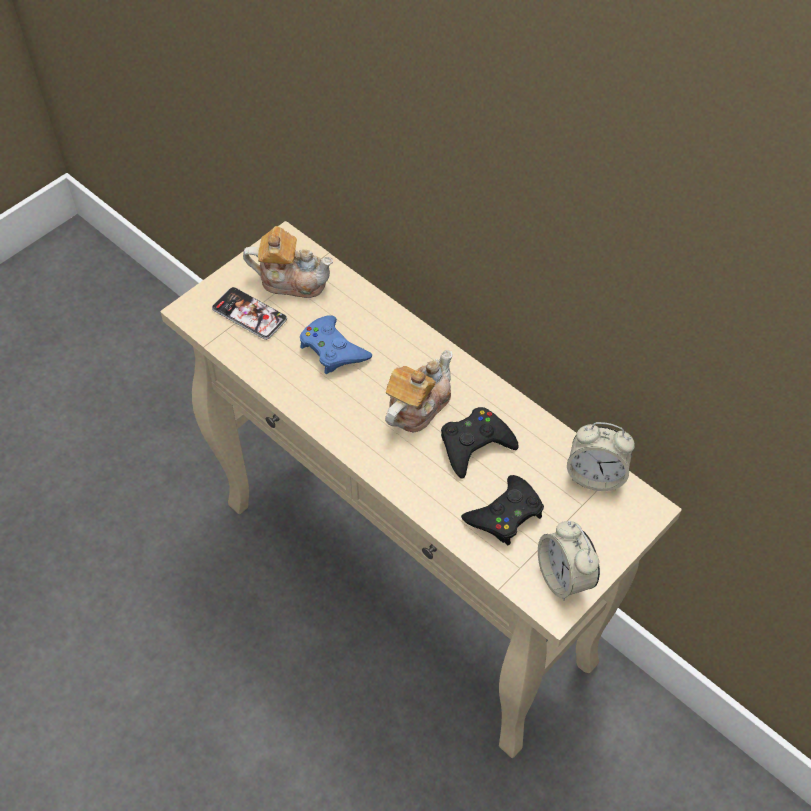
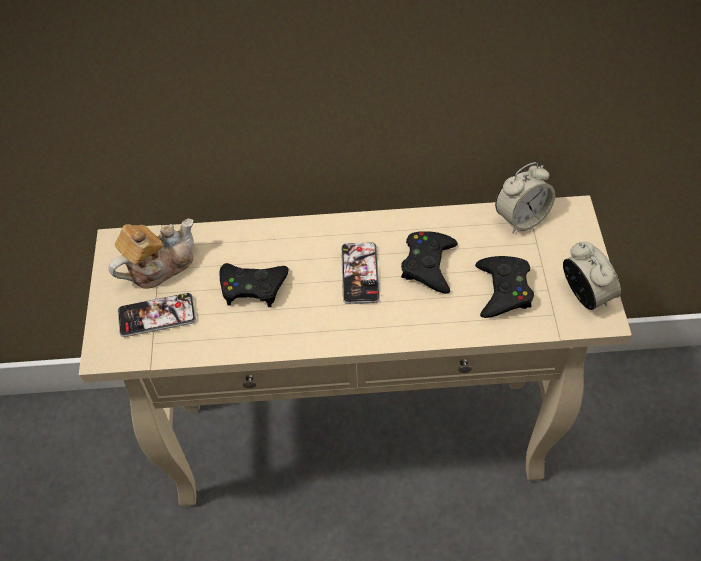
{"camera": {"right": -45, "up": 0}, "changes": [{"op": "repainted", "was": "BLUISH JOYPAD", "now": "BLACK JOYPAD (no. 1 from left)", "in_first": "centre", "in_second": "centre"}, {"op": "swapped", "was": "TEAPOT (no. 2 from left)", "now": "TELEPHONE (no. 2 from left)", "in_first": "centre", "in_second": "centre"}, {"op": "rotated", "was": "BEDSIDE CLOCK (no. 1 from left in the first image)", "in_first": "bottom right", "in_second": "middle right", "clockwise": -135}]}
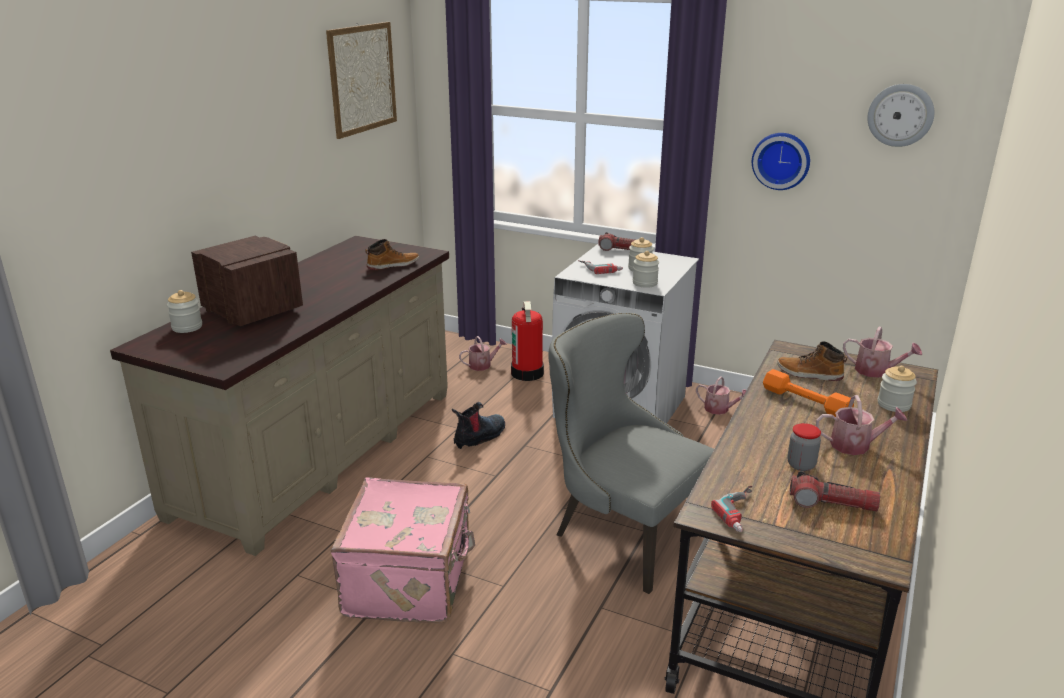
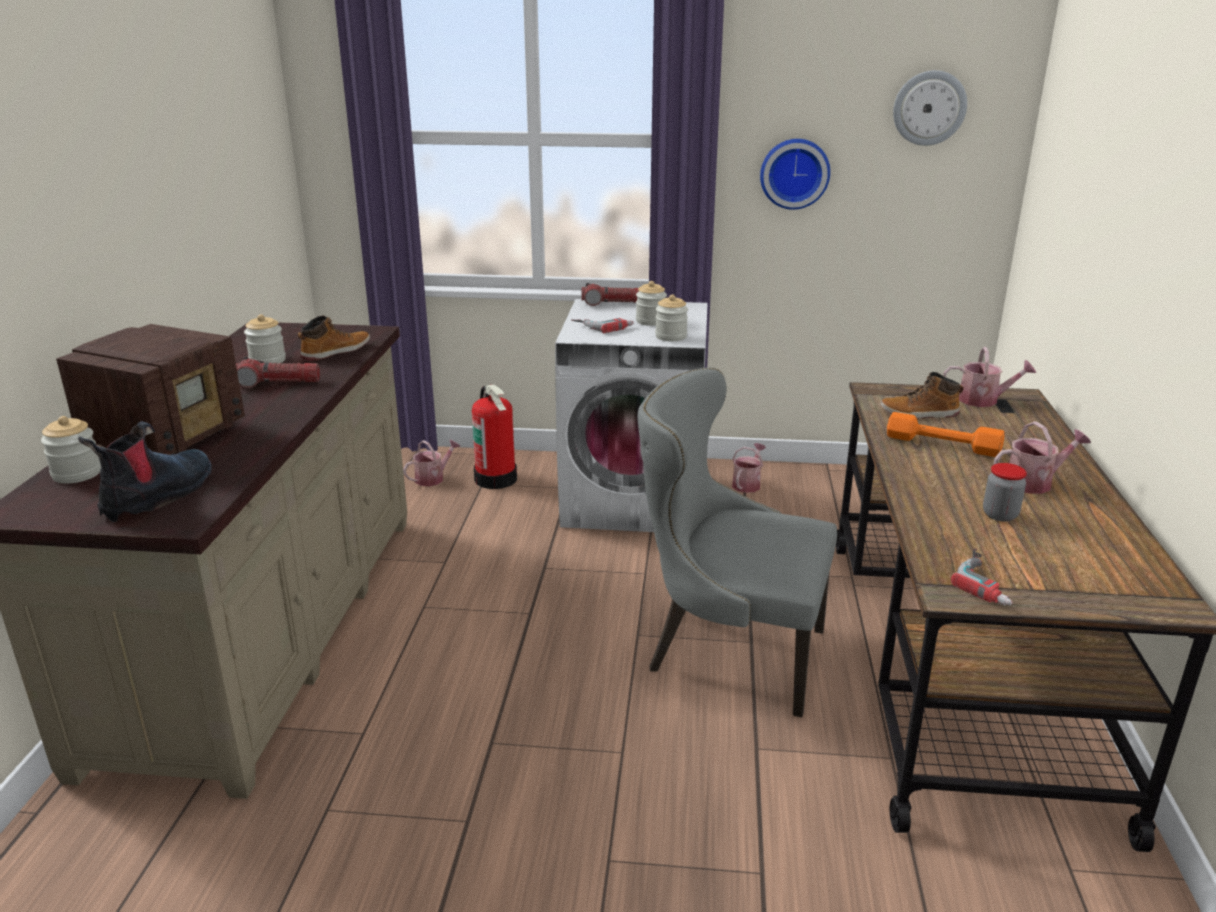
{"camera": {"right": -20, "up": 0}, "changes": [{"op": "gone", "was": "WALL ART", "in_first": "top centre"}, {"op": "rotated", "was": "RADIO SET", "in_first": "middle left", "in_second": "middle left", "clockwise": 90}, {"op": "shifted", "was": "PRESERVE JAR (no. 5 from left in the first image)", "now": "PRESERVE JAR (no. 2 from left)", "in_first": "middle right", "in_second": "middle left"}, {"op": "rotated", "was": "WATERING POT (no. 2 from left)", "in_first": "middle right", "in_second": "centre", "clockwise": -75}, {"op": "shifted", "was": "HIGH-TOP BOOT (no. 2 from left in the first image)", "now": "HIGH-TOP BOOT (no. 1 from left)", "in_first": "centre", "in_second": "middle left"}, {"op": "shifted", "was": "FLASHLIGHT (no. 2 from left in the first image)", "now": "FLASHLIGHT (no. 1 from left)", "in_first": "bottom right", "in_second": "middle left"}, {"op": "gone", "was": "PINK PIECE OF LUGGAGE", "in_first": "bottom centre"}]}
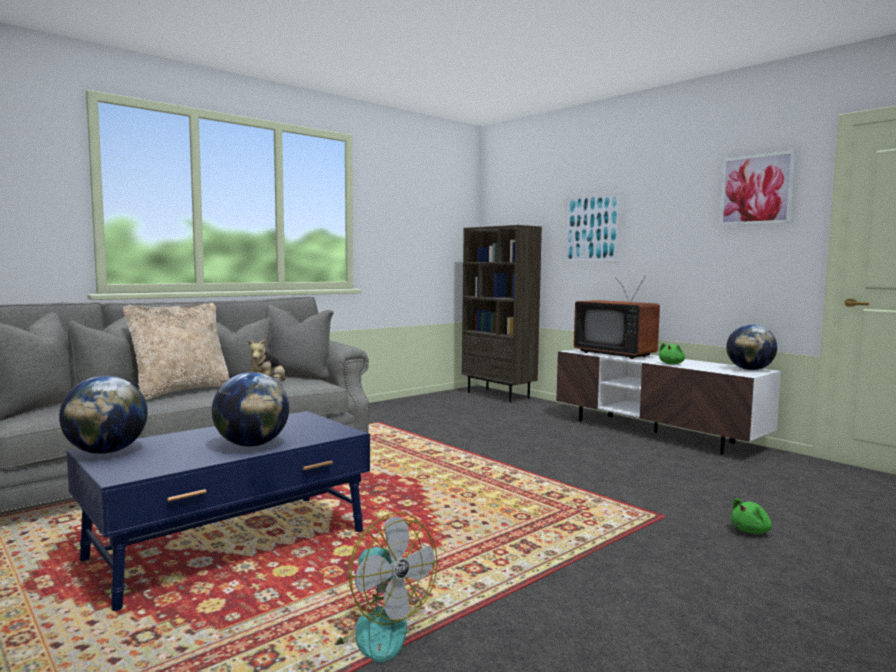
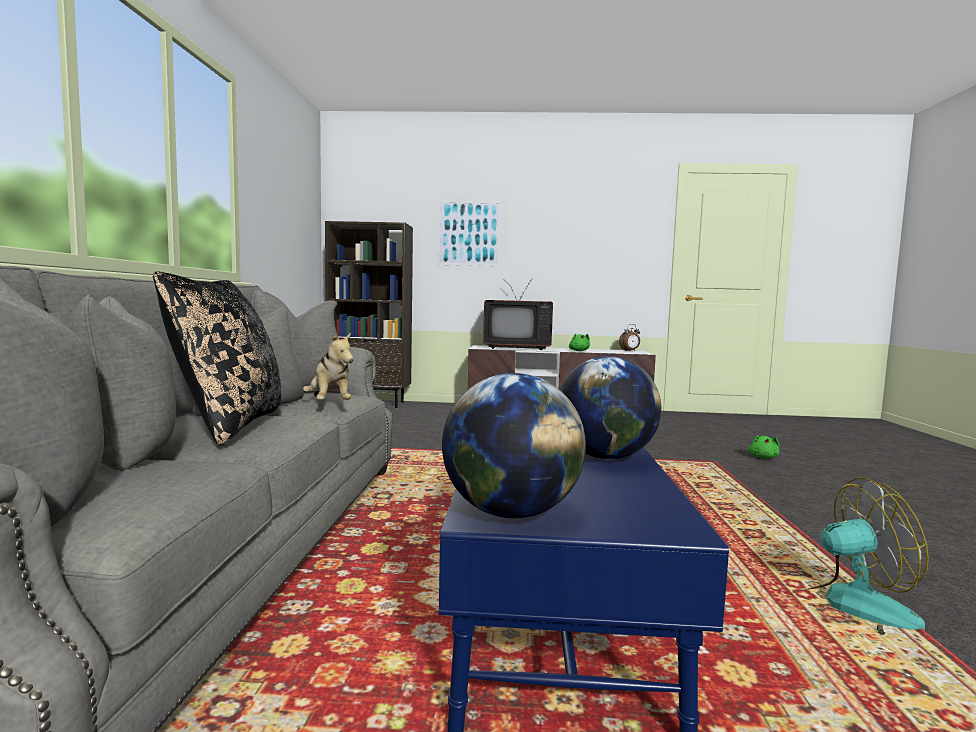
{"camera": {"right": -45, "up": 0}, "changes": [{"op": "gone", "was": "WALL ART (no. 2 from left)", "in_first": "top right"}, {"op": "repainted", "was": "SAND-COLOURED CUSHION", "now": "BLACK CUSHION", "in_first": "middle left", "in_second": "middle left"}, {"op": "swapped", "was": "GLOBE (no. 3 from left)", "now": "BEDSIDE CLOCK", "in_first": "middle right", "in_second": "centre"}]}
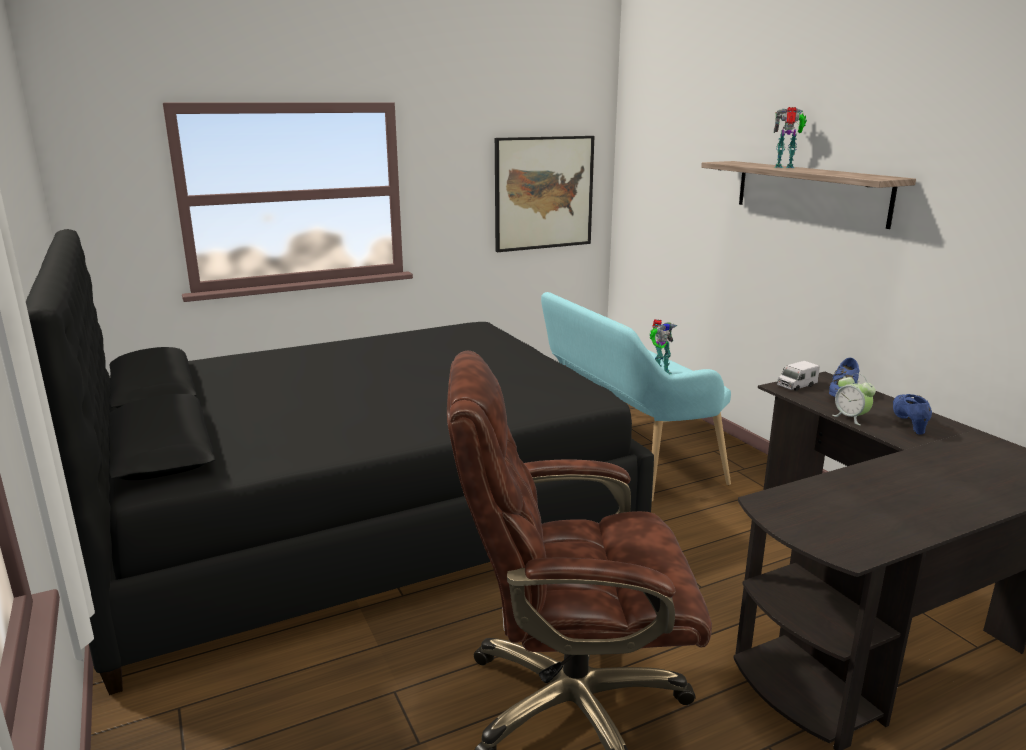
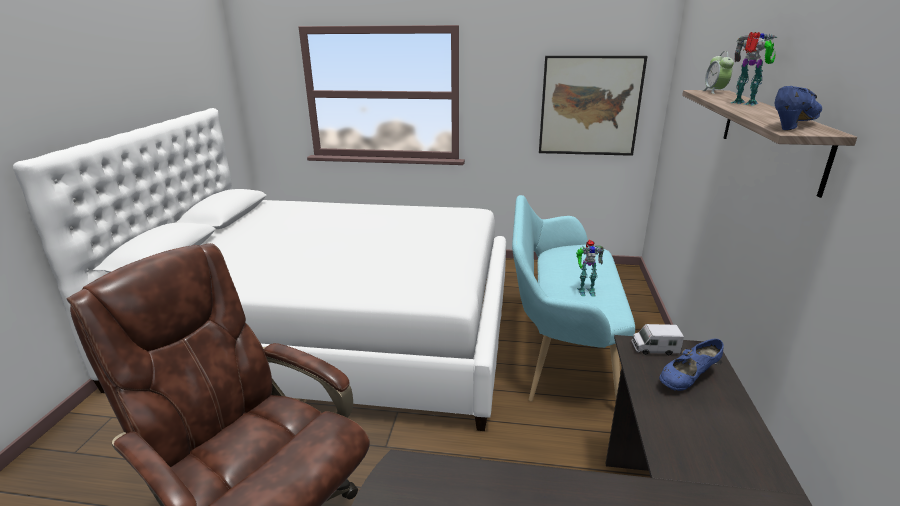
{"camera": {"right": 35, "up": 5}, "changes": [{"op": "repainted", "was": "BLACK SLEEPING BED", "now": "WHITE SLEEPING BED", "in_first": "middle left", "in_second": "middle left"}, {"op": "shifted", "was": "BEDSIDE CLOCK", "in_first": "middle right", "in_second": "top right"}, {"op": "shifted", "was": "BLUISH LOW SHOE (no. 2 from left)", "in_first": "middle right", "in_second": "top right"}]}
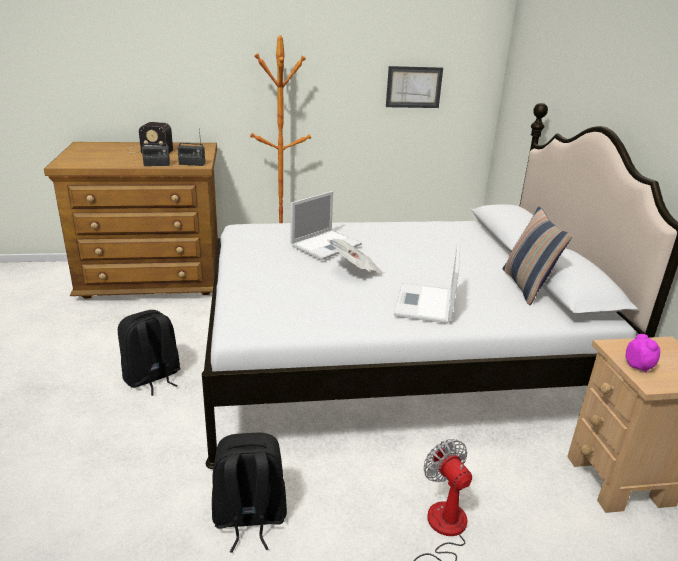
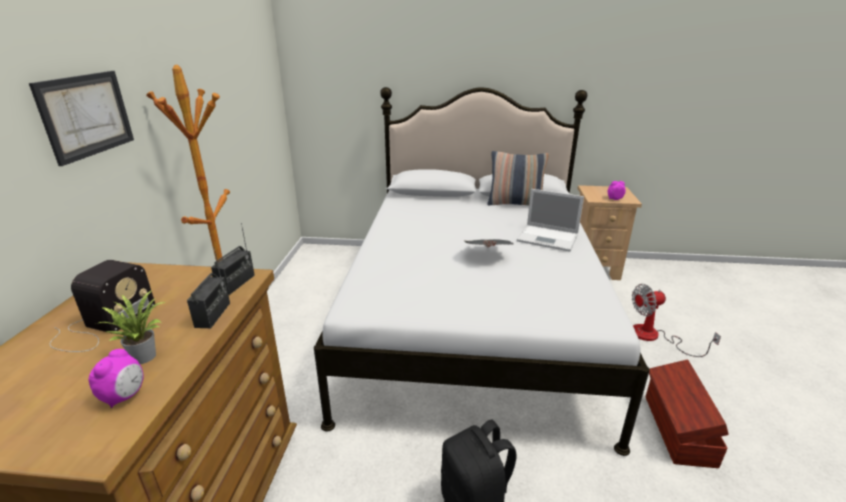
{"camera": {"right": -75, "up": 0}, "changes": [{"op": "shifted", "was": "WALL ART", "in_first": "top centre", "in_second": "top left"}, {"op": "gone", "was": "NOTEBOOK COMPUTER (no. 1 from left)", "in_first": "centre"}, {"op": "swapped", "was": "BLACK RUCKSACK (no. 2 from left)", "now": "BROWNISH STORAGE BOX", "in_first": "bottom centre", "in_second": "bottom right"}, {"op": "new", "now": "POTTED PLANT", "in_second": "middle left"}, {"op": "new", "now": "BEDSIDE CLOCK (no. 1 from left)", "in_second": "bottom left"}]}
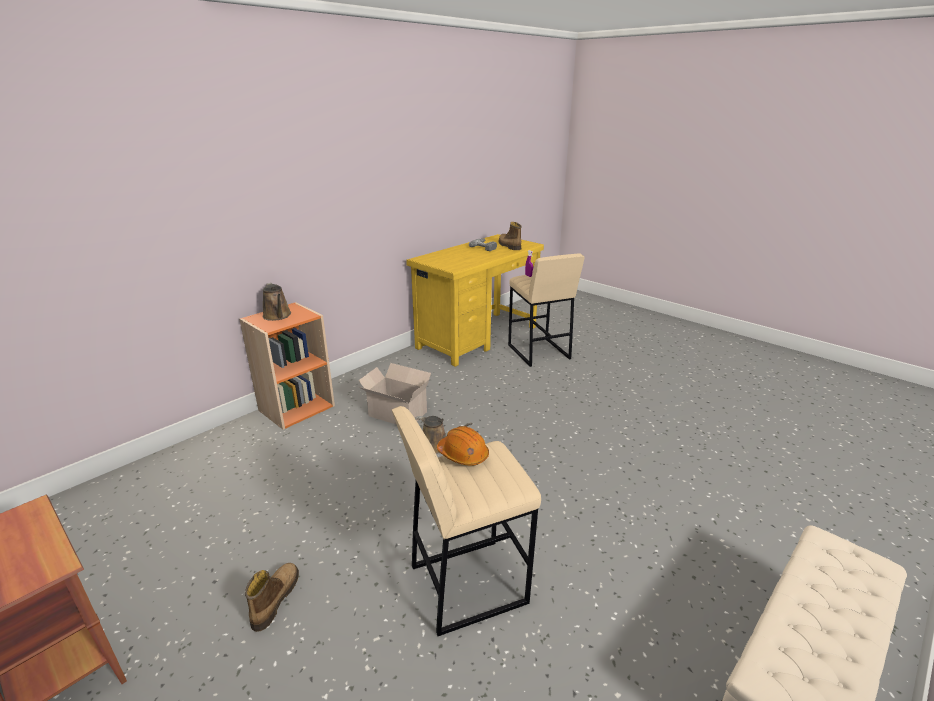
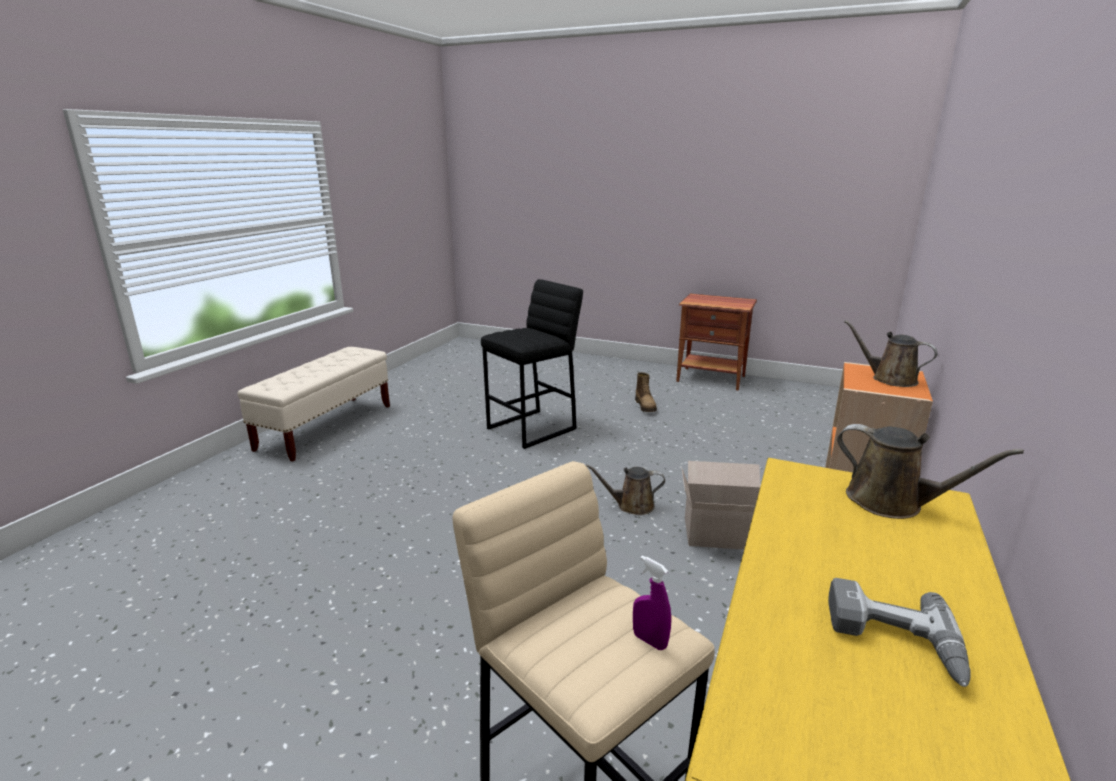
{"camera": {"right": 160, "up": -5}, "changes": [{"op": "gone", "was": "HIGH-TOP BOOT (no. 2 from left)", "in_first": "centre"}, {"op": "repainted", "was": "SAND-COLOURED SITTING STOOL (no. 1 from left)", "now": "BLACK SITTING STOOL", "in_first": "bottom centre", "in_second": "centre"}, {"op": "gone", "was": "ORANGE SAFETY HELMET", "in_first": "centre"}, {"op": "new", "now": "BROWNISH WATERING POT (no. 3 from left)", "in_second": "middle right"}]}
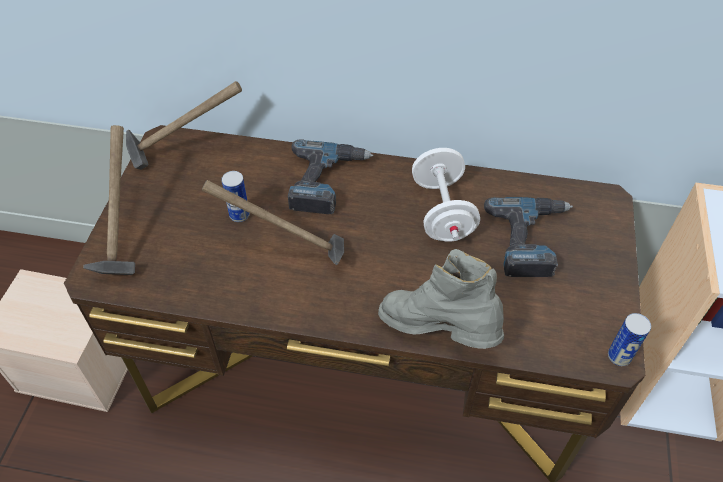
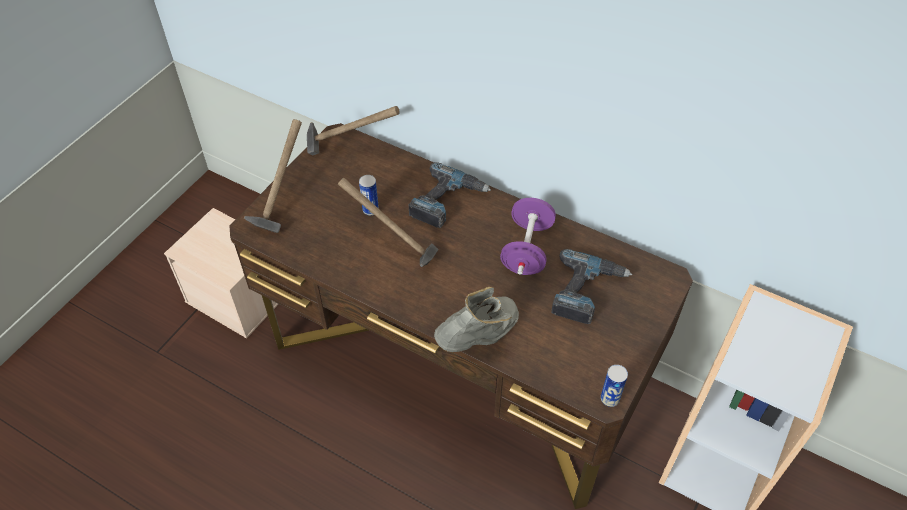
{"camera": {"right": 20, "up": 0}, "changes": [{"op": "repainted", "was": "WHITE FREE WEIGHT", "now": "PURPLE FREE WEIGHT", "in_first": "centre", "in_second": "centre"}, {"op": "rotated", "was": "GREY HIGH-TOP BOOT", "in_first": "centre", "in_second": "centre", "clockwise": 90}]}
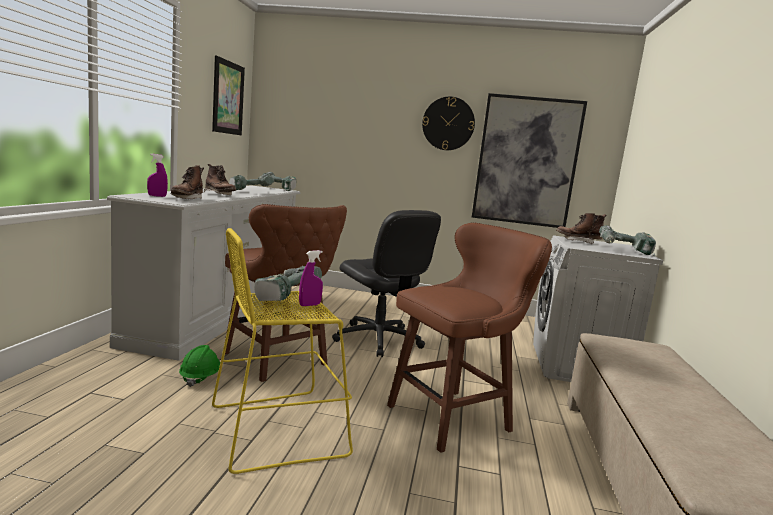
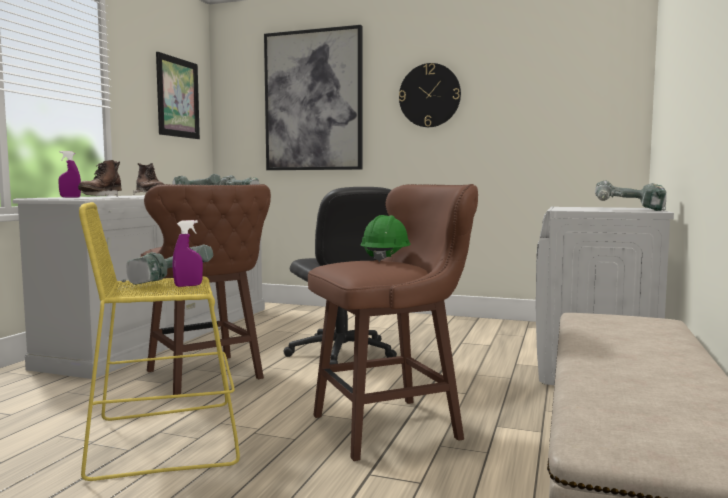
{"camera": {"right": 10, "up": -5}, "changes": [{"op": "shifted", "was": "WALL ART (no. 2 from left)", "in_first": "top right", "in_second": "top centre"}, {"op": "gone", "was": "BROWNISH HIGH-TOP BOOT (no. 3 from left)", "in_first": "middle right"}, {"op": "shifted", "was": "GREENISH SAFETY HELMET", "in_first": "bottom left", "in_second": "centre"}]}
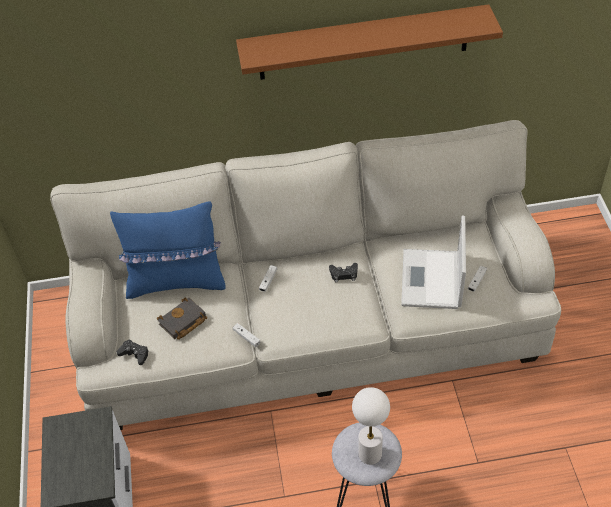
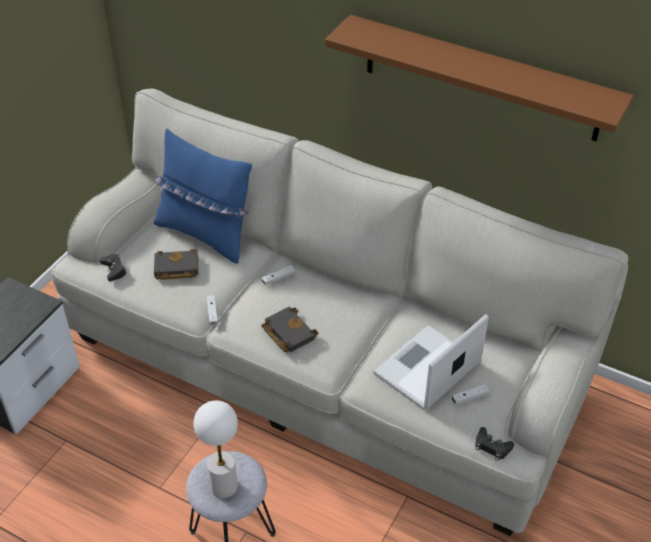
{"camera": {"right": 35, "up": -5}, "changes": [{"op": "shifted", "was": "BLACK JOYPAD (no. 2 from left)", "in_first": "centre", "in_second": "bottom right"}, {"op": "new", "now": "BLACK BOOK (no. 2 from left)", "in_second": "centre"}]}
